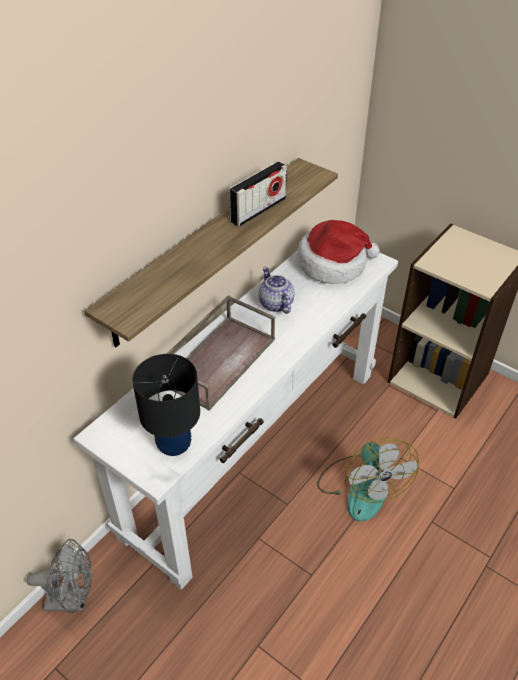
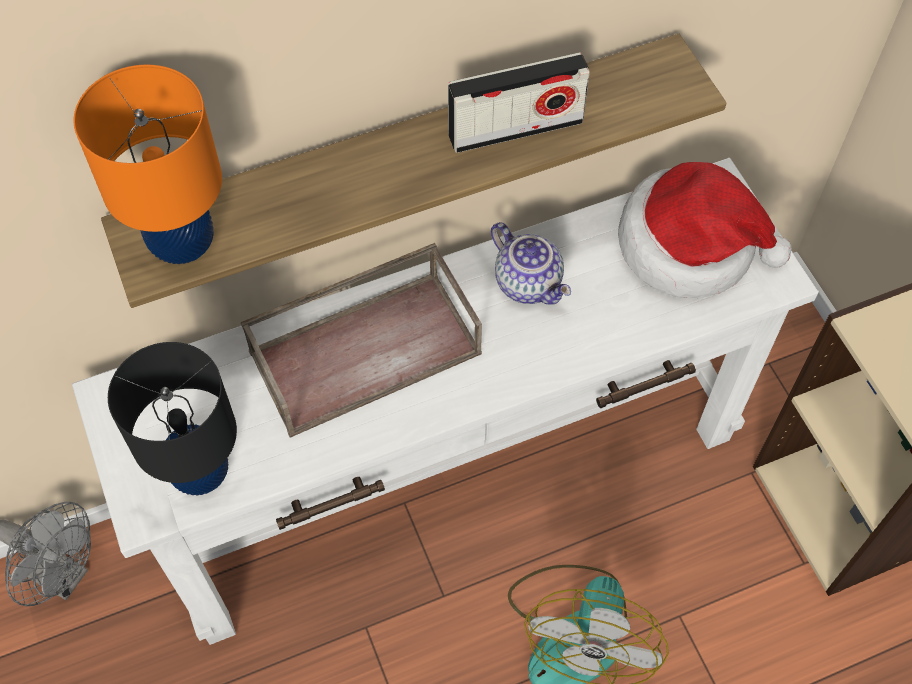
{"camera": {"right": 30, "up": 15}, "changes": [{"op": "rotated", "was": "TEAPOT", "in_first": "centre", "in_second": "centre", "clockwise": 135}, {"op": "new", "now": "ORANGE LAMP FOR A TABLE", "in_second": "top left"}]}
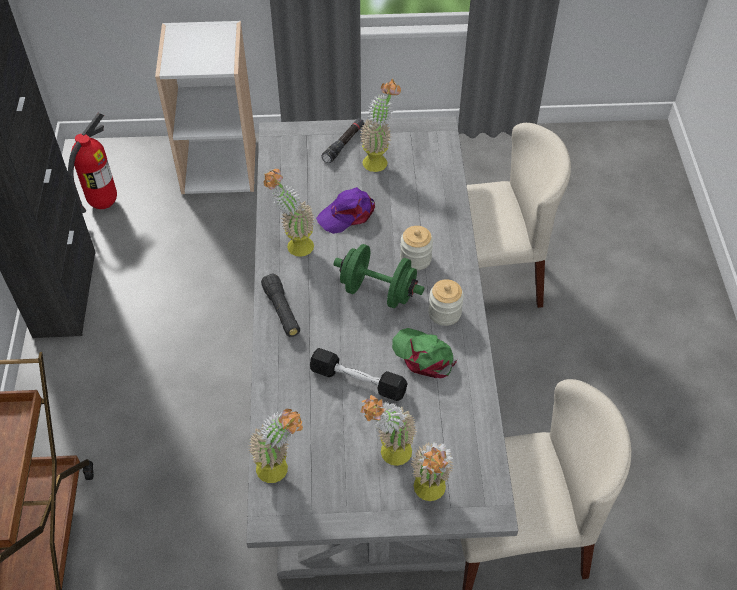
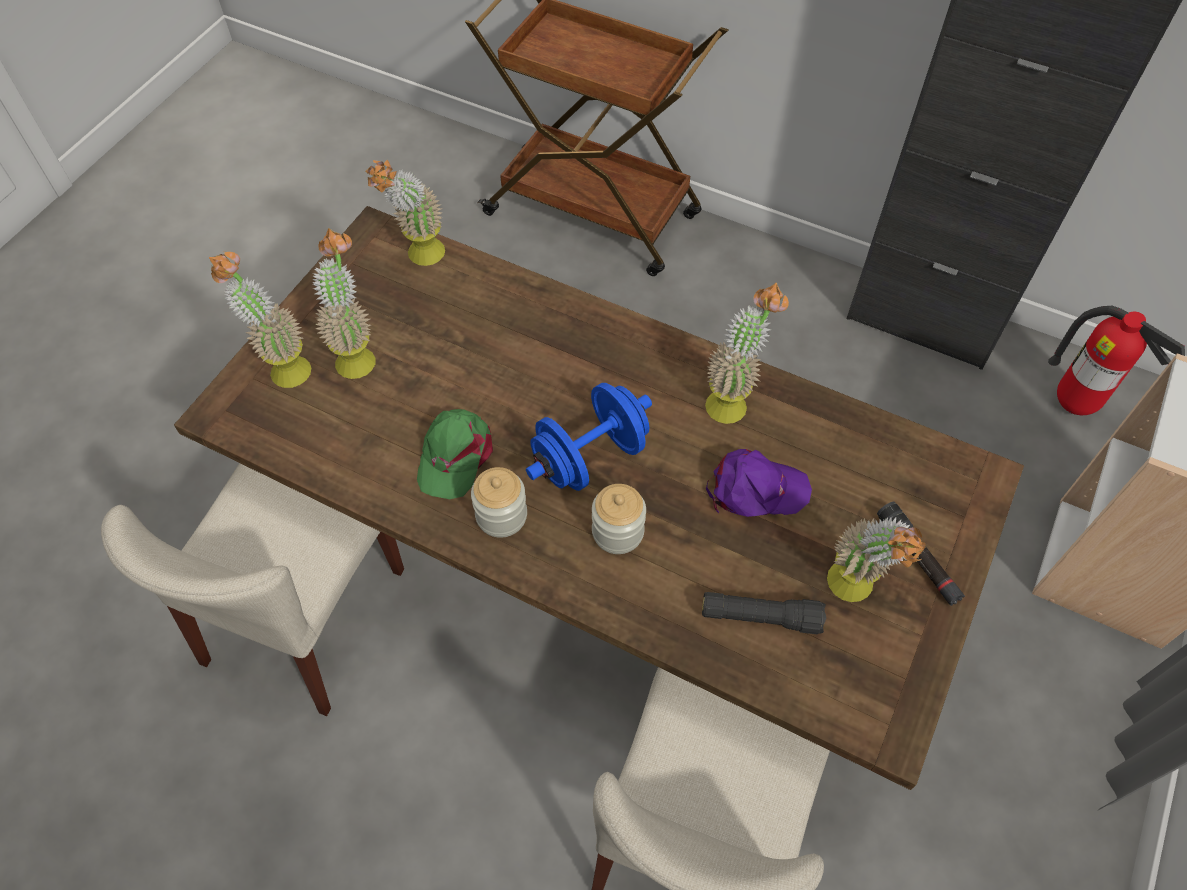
{"camera": {"right": 120, "up": 5}, "changes": [{"op": "repainted", "was": "GREY KITCHEN TABLE", "now": "BROWNISH KITCHEN TABLE", "in_first": "centre", "in_second": "centre"}, {"op": "rotated", "was": "PURPLE CAP", "in_first": "centre", "in_second": "centre", "clockwise": 90}, {"op": "repainted", "was": "GREENISH FREE WEIGHT", "now": "BLUISH FREE WEIGHT", "in_first": "centre", "in_second": "centre"}, {"op": "shifted", "was": "BLACK FLASHLIGHT (no. 1 from left)", "in_first": "centre", "in_second": "bottom centre"}, {"op": "rotated", "was": "GREENISH CAP", "in_first": "centre", "in_second": "centre", "clockwise": 120}, {"op": "gone", "was": "BLACK FREE WEIGHT", "in_first": "centre"}]}
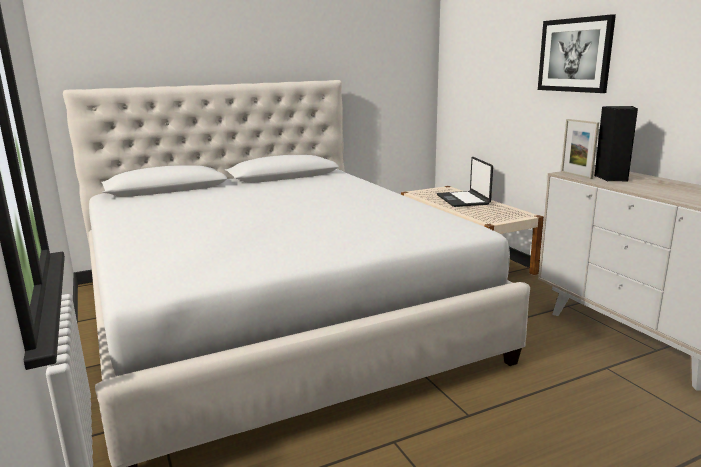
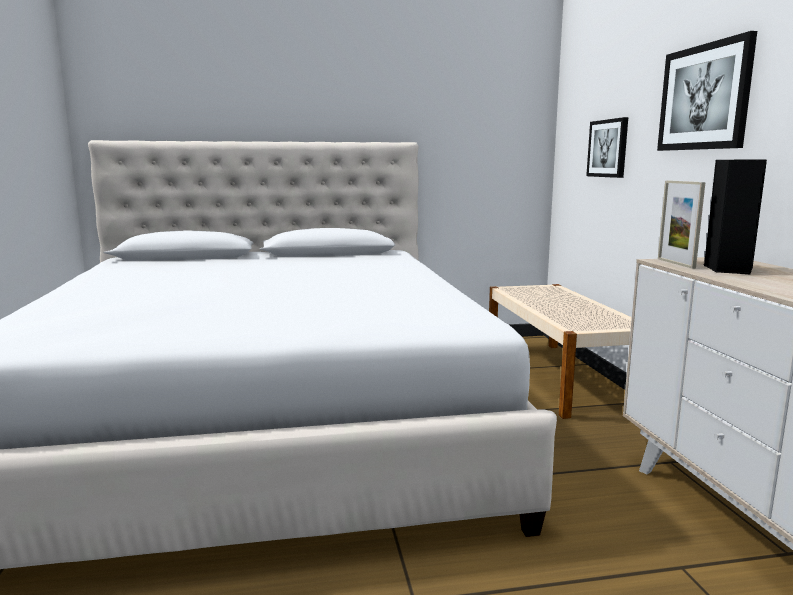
{"camera": {"right": 15, "up": -5}, "changes": [{"op": "gone", "was": "NOTEBOOK COMPUTER", "in_first": "centre"}, {"op": "new", "now": "WALL ART (no. 1 from left)", "in_second": "top right"}]}
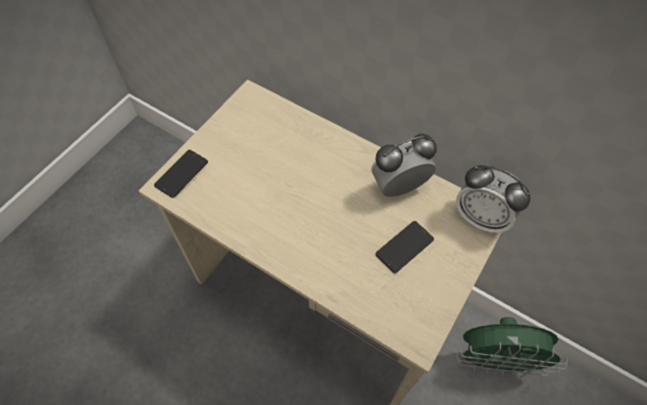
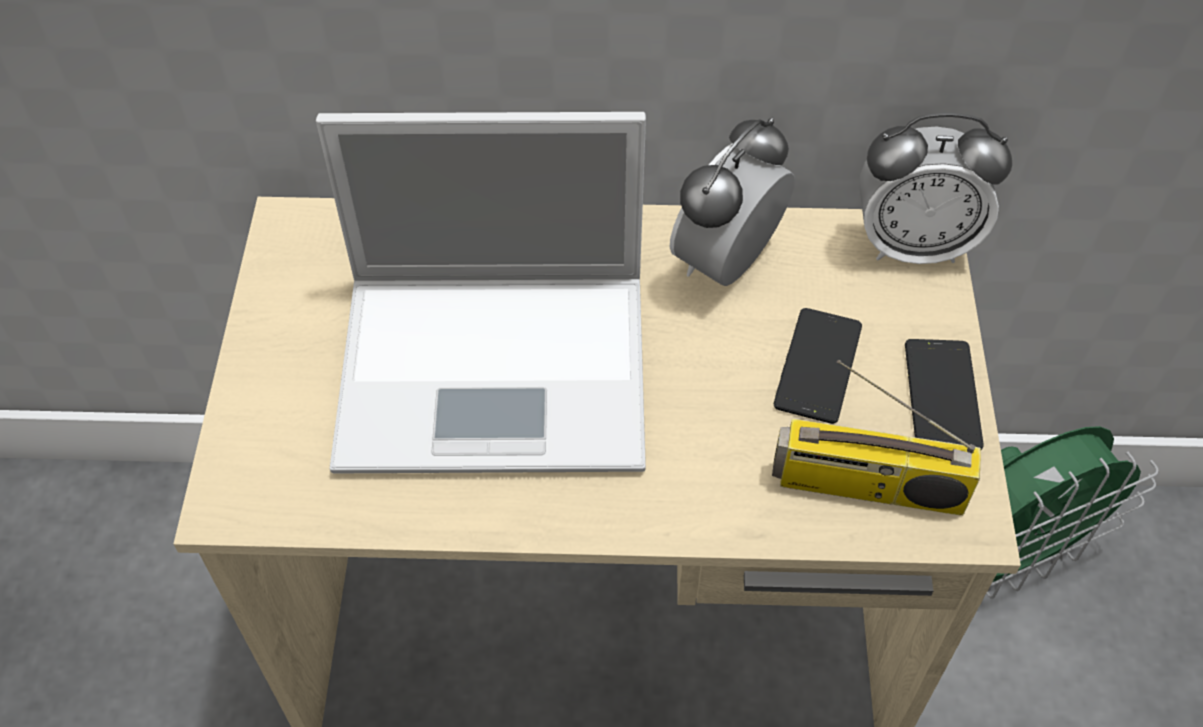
{"camera": {"right": -30, "up": -5}, "changes": [{"op": "shifted", "was": "TELEPHONE (no. 1 from left in the first image)", "now": "TELEPHONE (no. 2 from left)", "in_first": "middle left", "in_second": "middle right"}, {"op": "new", "now": "NOTEBOOK COMPUTER", "in_second": "centre"}, {"op": "new", "now": "RADIO SET", "in_second": "middle right"}]}
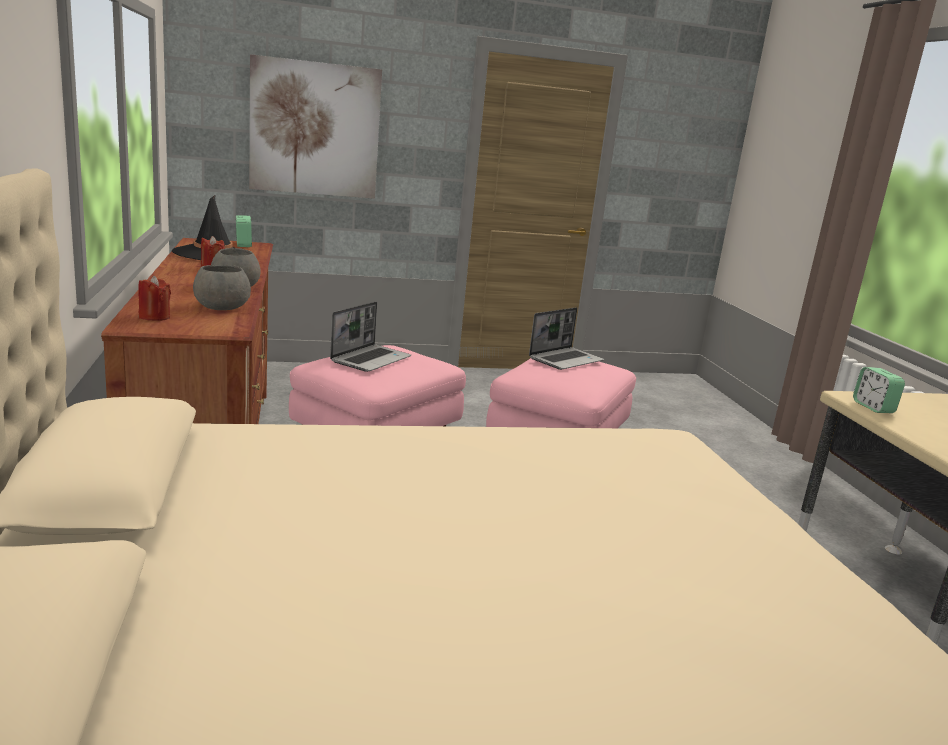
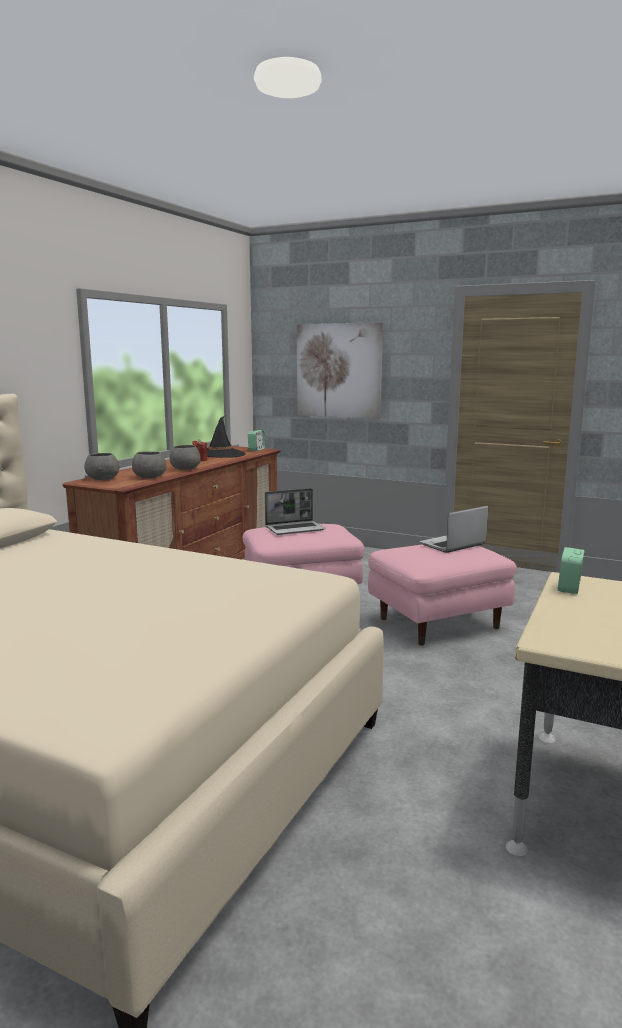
{"camera": {"right": 40, "up": -5}, "changes": [{"op": "swapped", "was": "RED-COLOURED WAX LIGHT (no. 1 from left)", "now": "GREY SERVING BOWL (no. 1 from left)", "in_first": "middle left", "in_second": "middle left"}, {"op": "rotated", "was": "NOTEBOOK COMPUTER (no. 2 from left)", "in_first": "centre", "in_second": "middle right", "clockwise": 150}]}
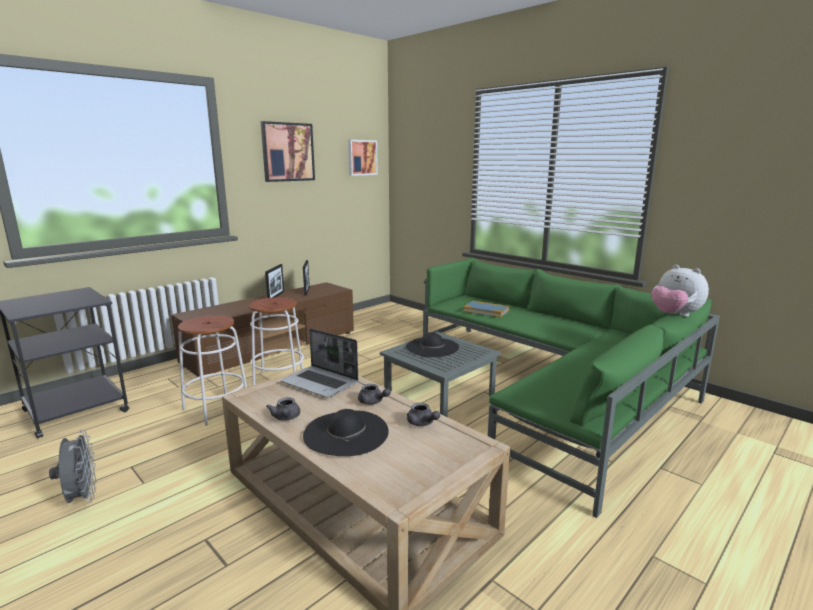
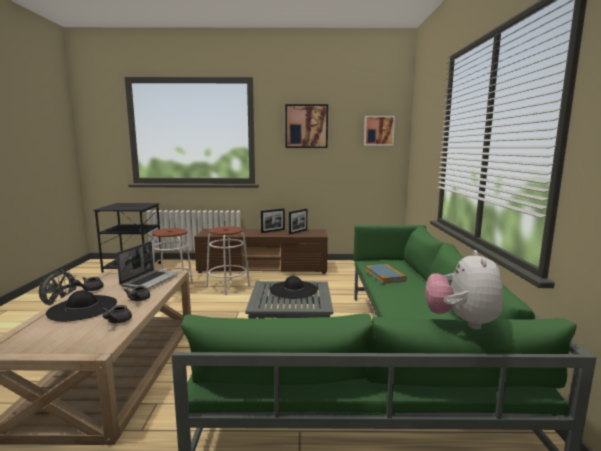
{"camera": {"right": 45, "up": -5}, "changes": [{"op": "rotated", "was": "NOTEBOOK COMPUTER", "in_first": "centre", "in_second": "middle left", "clockwise": -150}]}
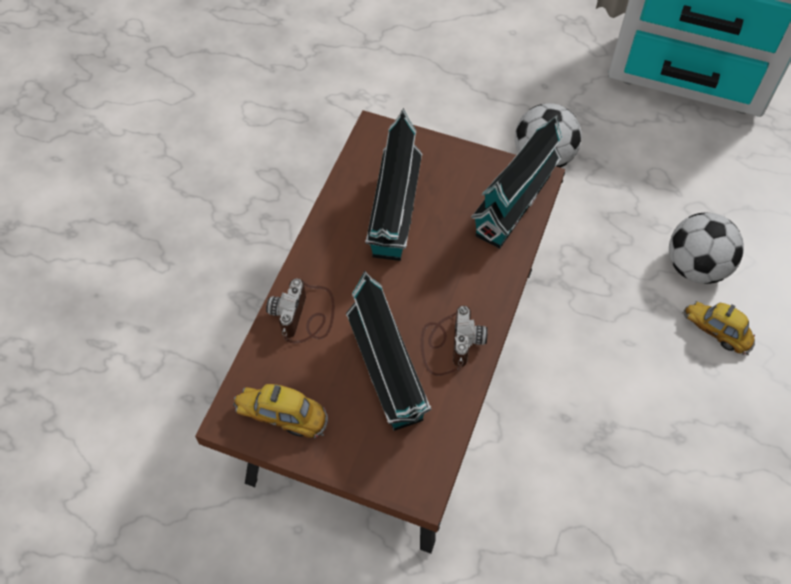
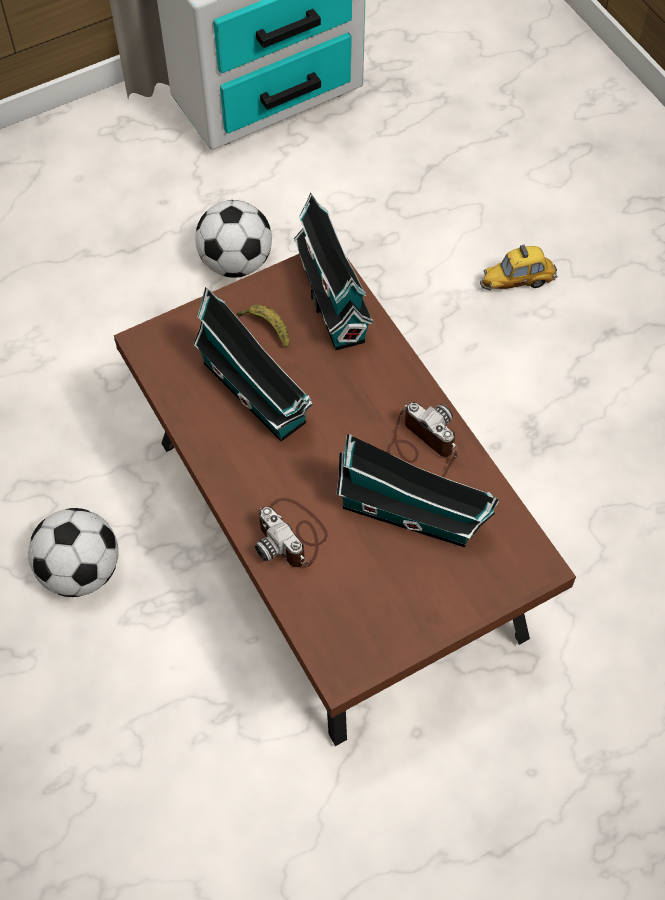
{"camera": {"right": -50, "up": 0}, "changes": [{"op": "shifted", "was": "BALL FOR FOOTBALL (no. 2 from left in the first image)", "now": "BALL FOR FOOTBALL (no. 1 from left)", "in_first": "middle right", "in_second": "middle left"}, {"op": "gone", "was": "TOY CAR (no. 1 from left)", "in_first": "bottom centre"}, {"op": "new", "now": "BANANA FRUIT", "in_second": "centre"}]}
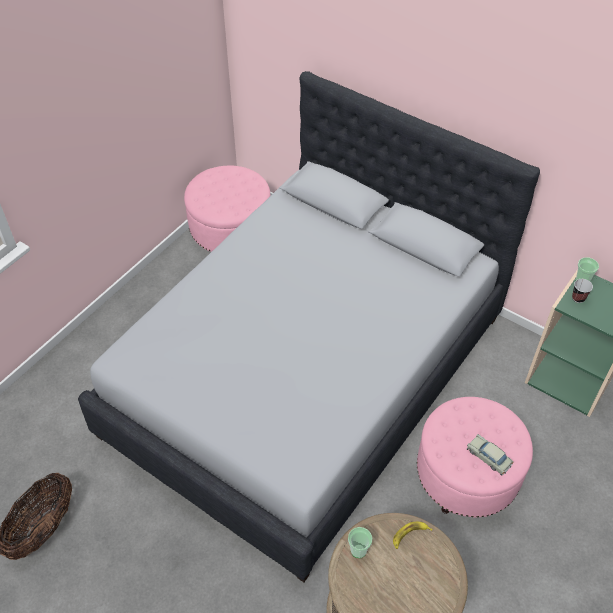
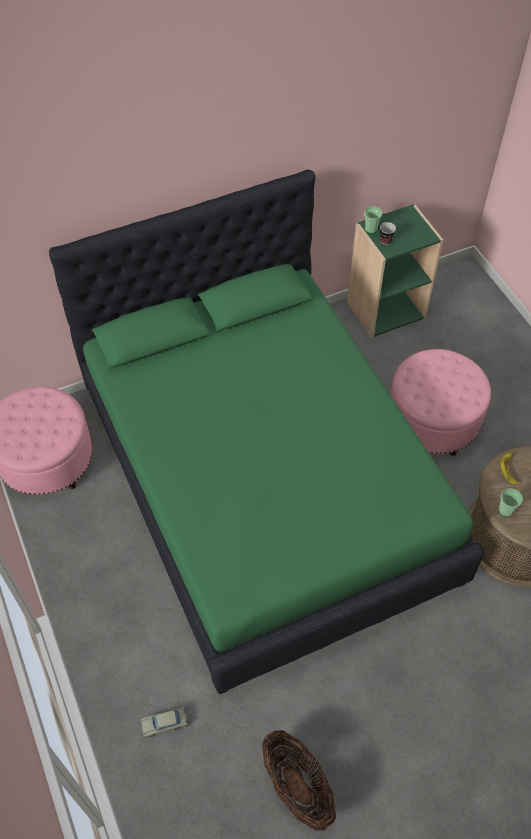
{"camera": {"right": -60, "up": 5}, "changes": [{"op": "repainted", "was": "GREY SLEEPING BED", "now": "GREENISH SLEEPING BED", "in_first": "centre", "in_second": "centre"}, {"op": "shifted", "was": "SAND-COLOURED TOY CAR", "in_first": "bottom right", "in_second": "bottom left"}]}
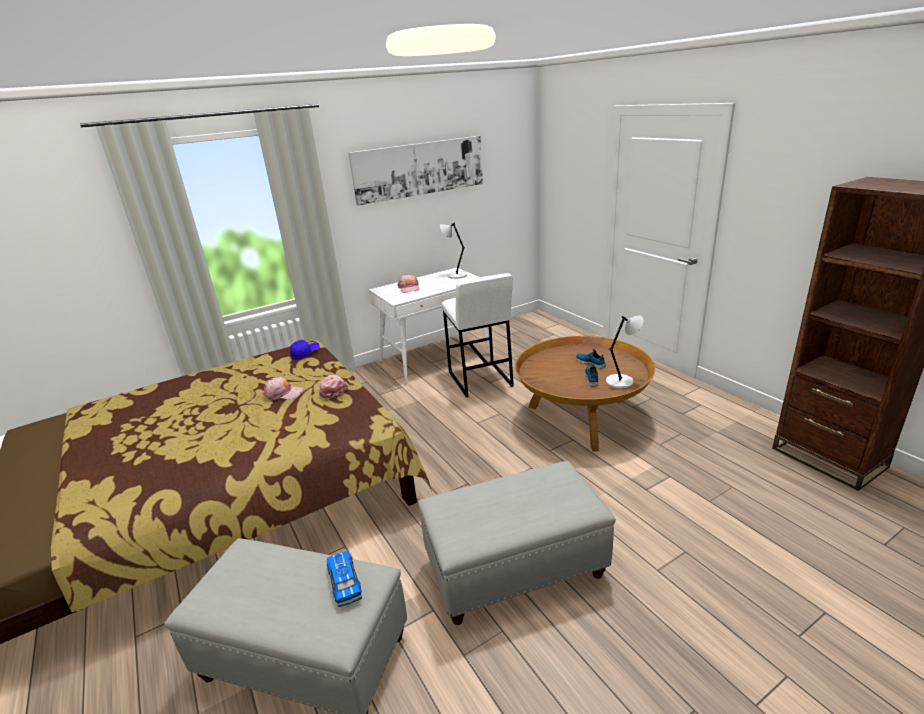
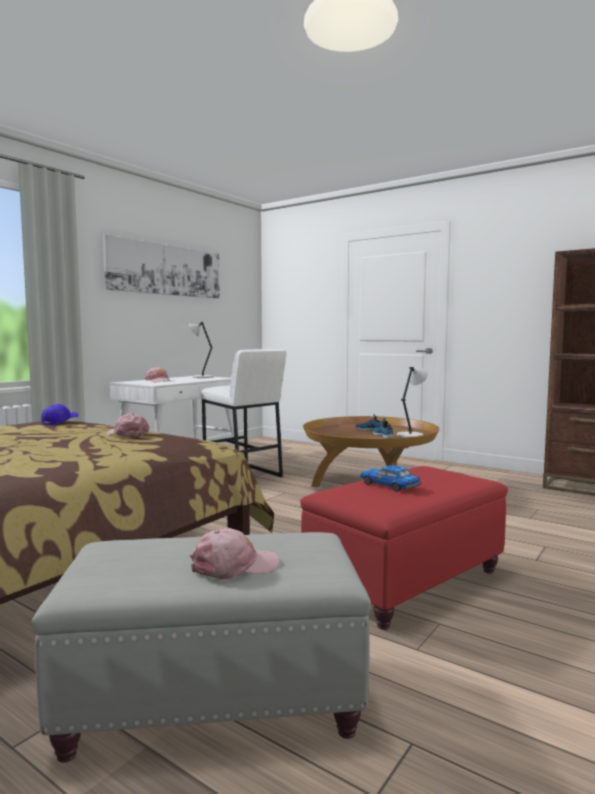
{"camera": {"right": -25, "up": -20}, "changes": [{"op": "shifted", "was": "PINK CAP (no. 1 from left in the first image)", "now": "PINK CAP (no. 3 from left)", "in_first": "middle left", "in_second": "bottom centre"}, {"op": "repainted", "was": "GREY POUFFE (no. 2 from left)", "now": "RED-COLOURED POUFFE", "in_first": "bottom centre", "in_second": "bottom right"}, {"op": "shifted", "was": "TOY CAR", "in_first": "bottom centre", "in_second": "centre"}]}
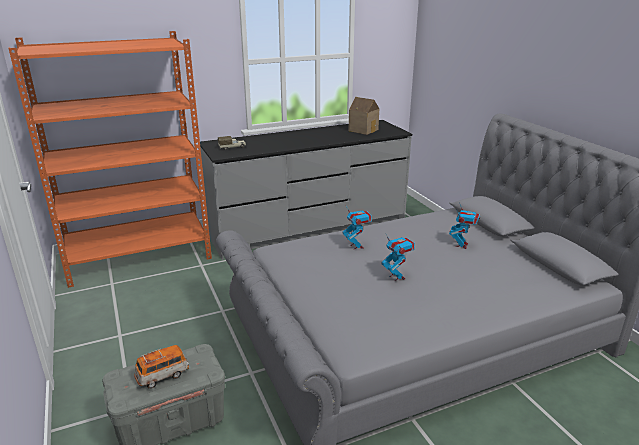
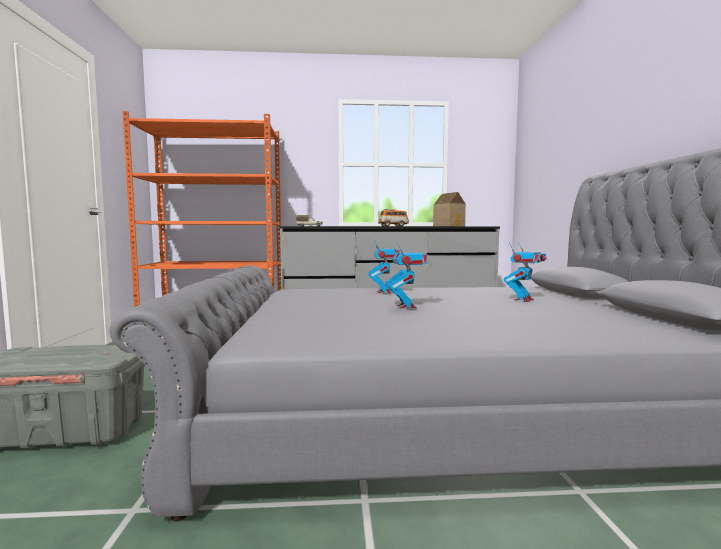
{"camera": {"right": 20, "up": -20}, "changes": [{"op": "shifted", "was": "TOY CAR", "in_first": "bottom left", "in_second": "centre"}]}
